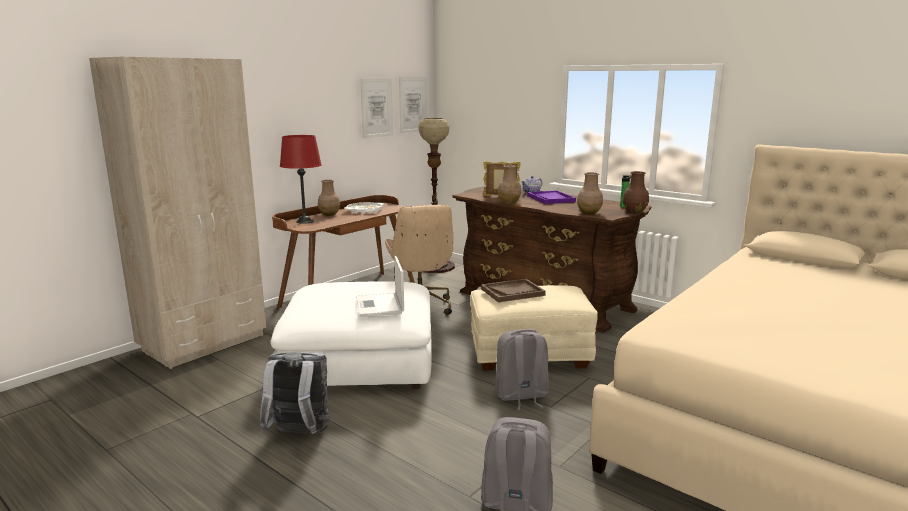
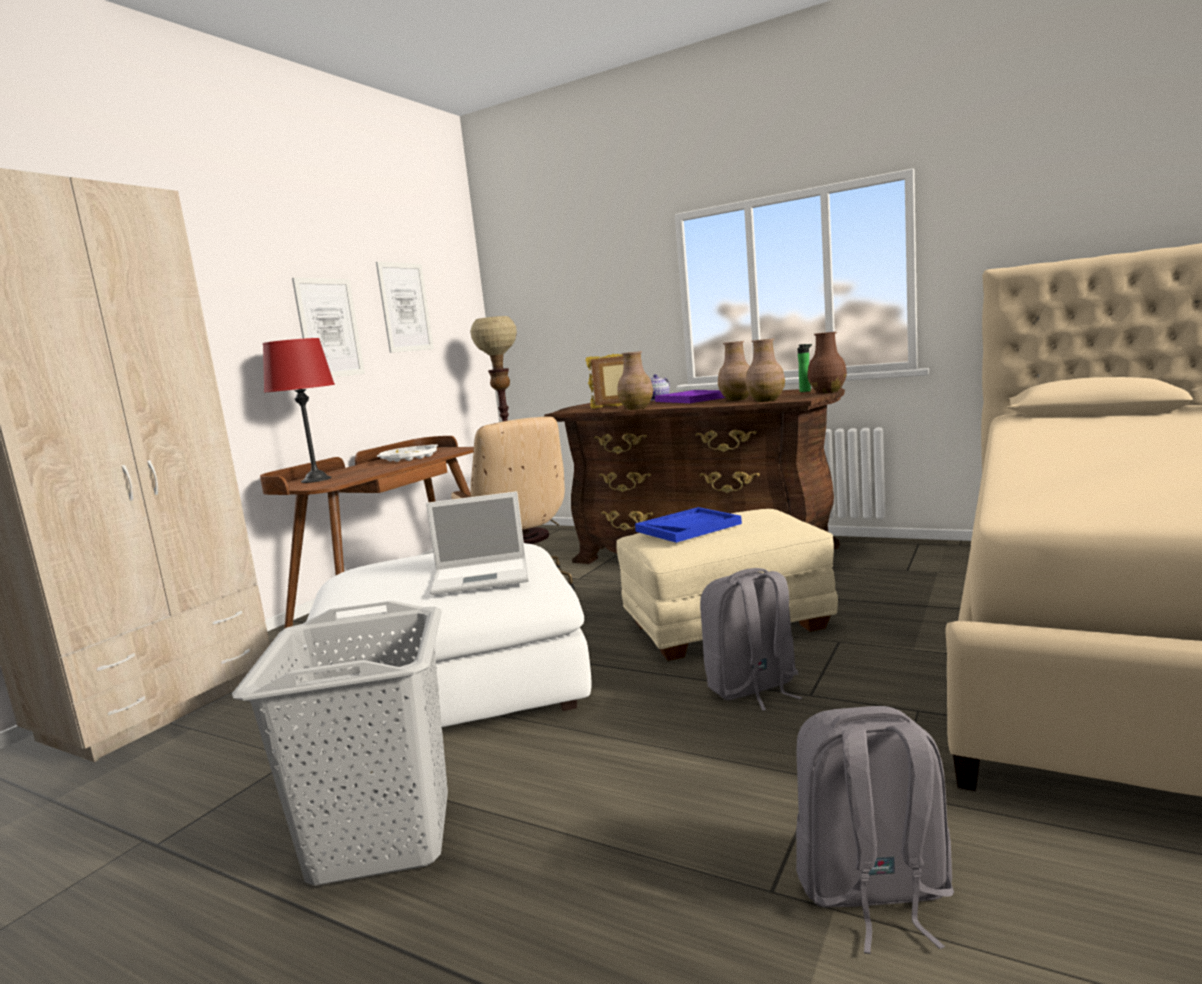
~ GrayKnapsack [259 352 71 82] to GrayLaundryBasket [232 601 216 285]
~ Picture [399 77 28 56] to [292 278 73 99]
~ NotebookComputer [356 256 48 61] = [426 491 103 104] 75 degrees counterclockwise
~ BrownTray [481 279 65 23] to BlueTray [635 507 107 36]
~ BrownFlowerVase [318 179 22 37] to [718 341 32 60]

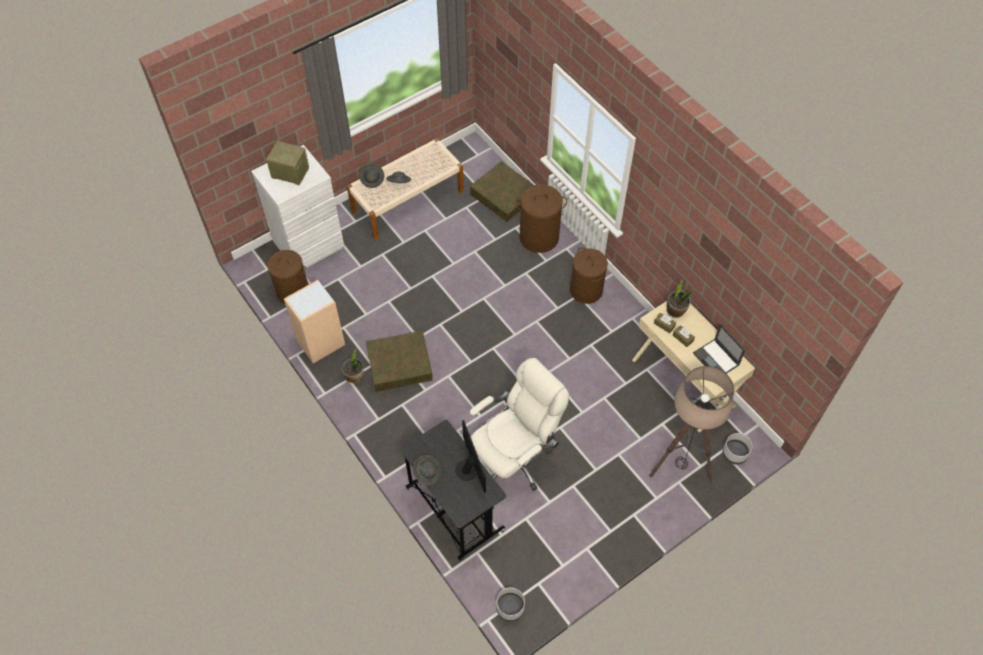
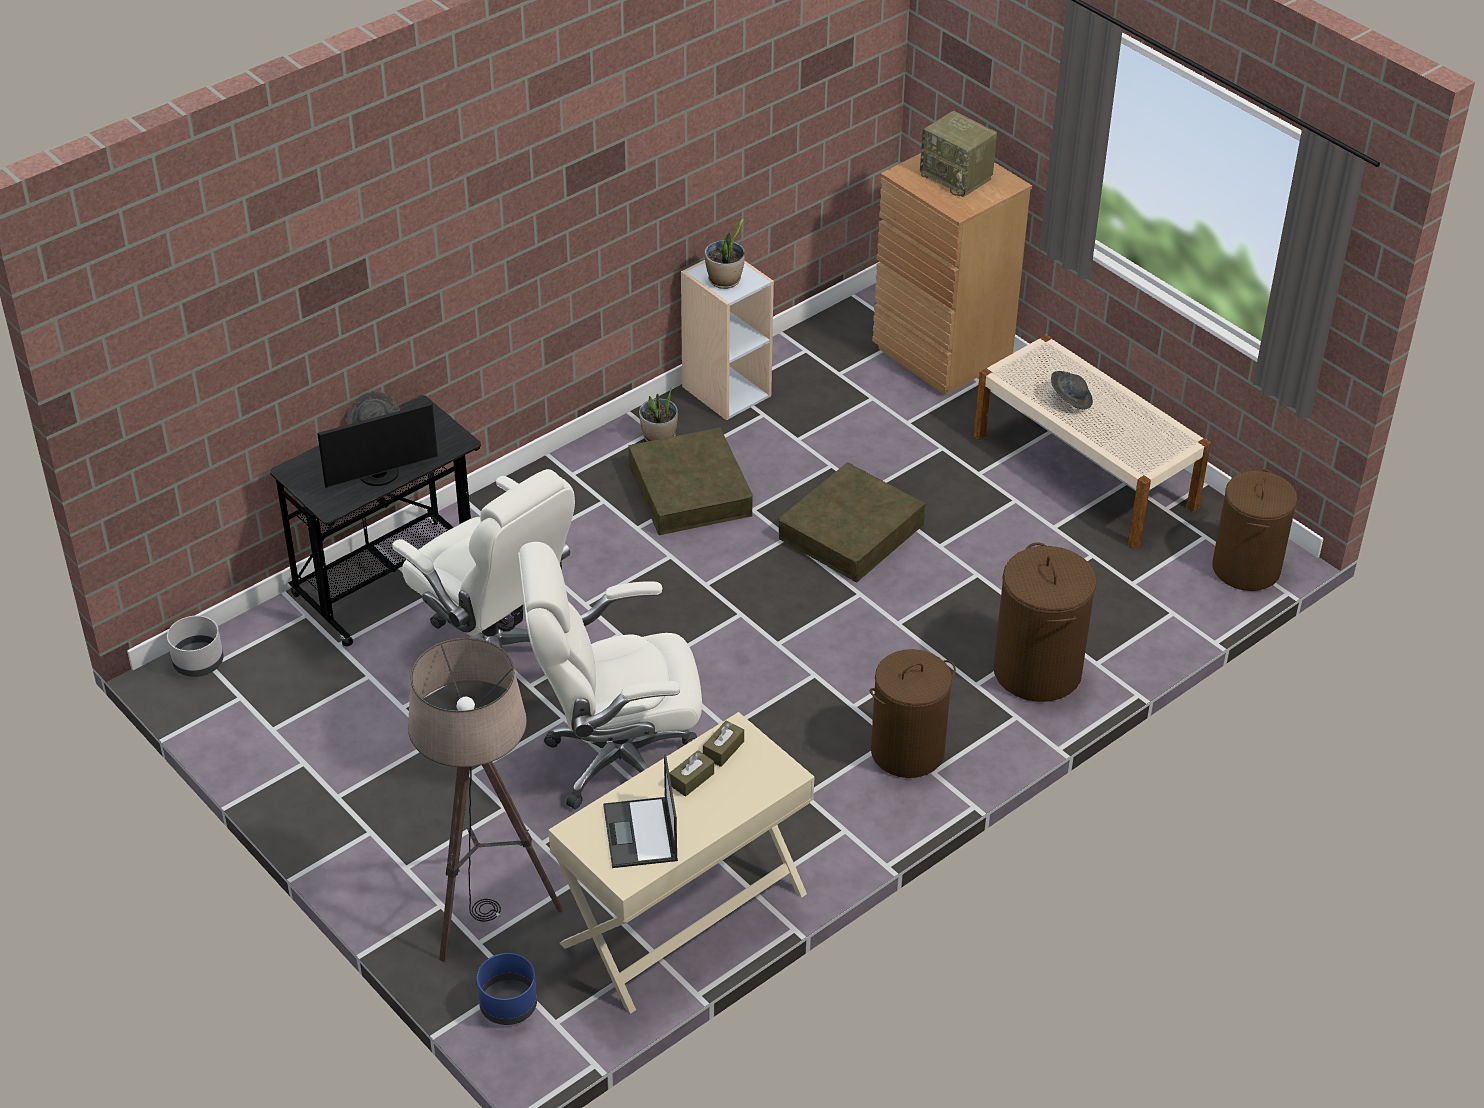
~ GrayPlanter [723 433 29 31] to BluePlanter [477 953 60 72]
+ WhiteColouredOfficeChair [518 542 184 267]
~ NotebookComputer [693 324 52 50] = [603 755 75 113] 60 degrees counterclockwise
~ PottedPlant [666 280 28 38] to [704 219 41 70]
~ BrownStorageBin [470 161 64 61] to [779 462 146 120]
~ WhiteColouredChestOfDrawers [251 145 93 124] to BrownChestOfDrawers [872 153 160 242]
~ Radio [266 141 43 44] = [920 111 77 86] 120 degrees clockwise
~ BrownLaundryBasket [265 250 43 54] to [1212 469 85 122]
- GrayClothingHat [360 163 24 25]

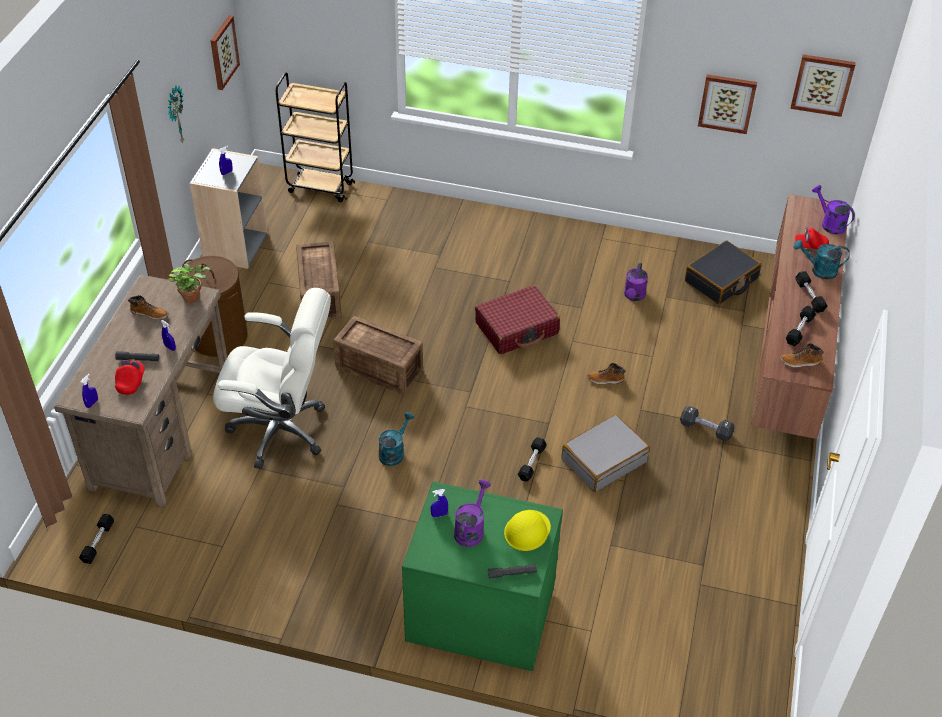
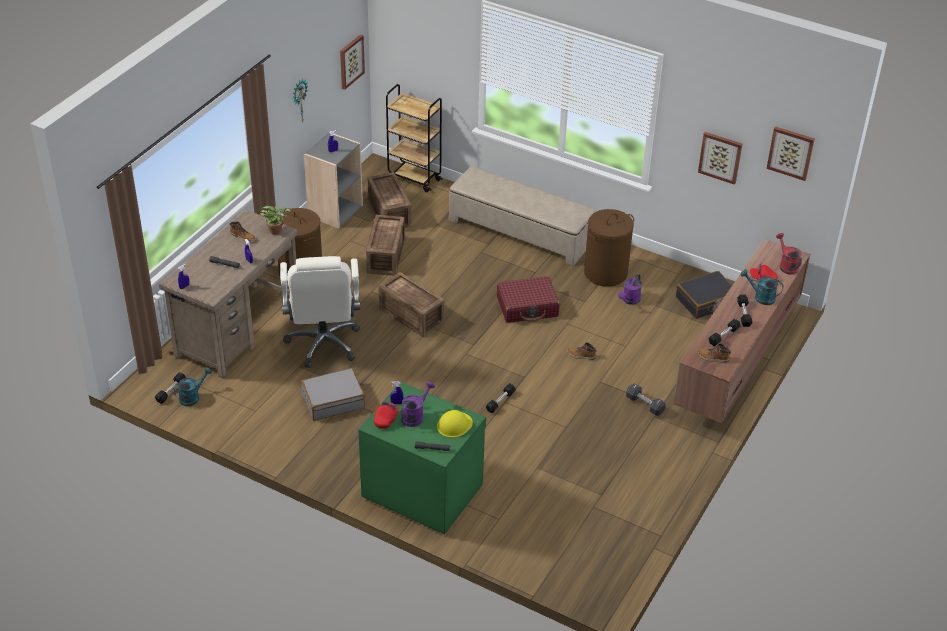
~ BlueGreenSprinklingCan [379 412 35 54] to [174 367 38 39]
~ WhiteColouredOfficeChair [213 288 118 181] = [280 256 80 112] 60 degrees clockwise
~ GraySuitcase [561 414 89 78] to [301 368 64 53]
+ Crate [367 172 44 56]
~ RedColouredBaseballCap [115 360 30 35] to [374 401 25 28]
+ BeigeColouredLongSeat [449 167 146 99]
+ BrownLaundryBasket [584 209 50 78]
~ PurpleColouredSprinklingCan [812 185 43 50] to RedColouredSprinklingCan [776 233 26 42]

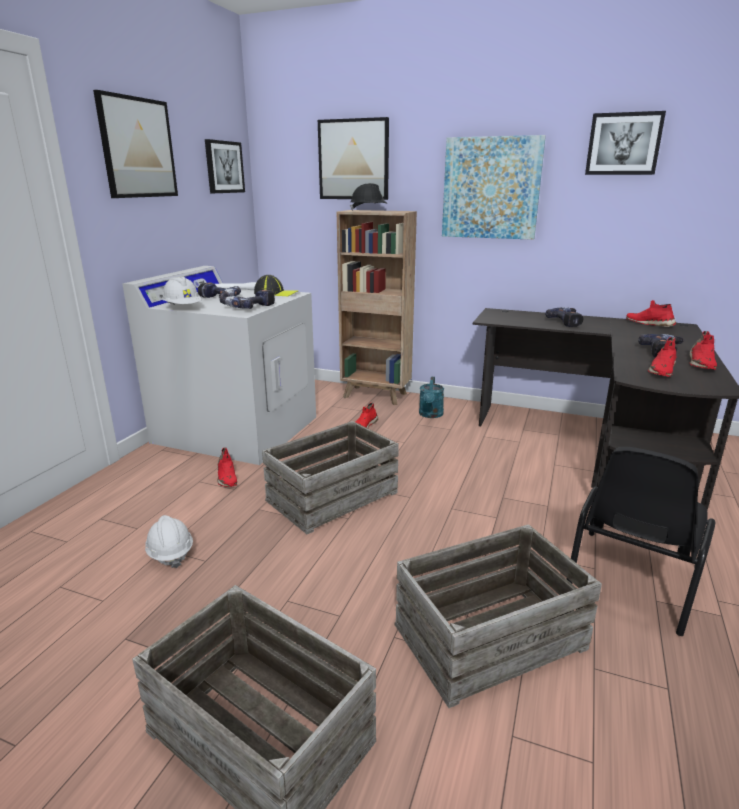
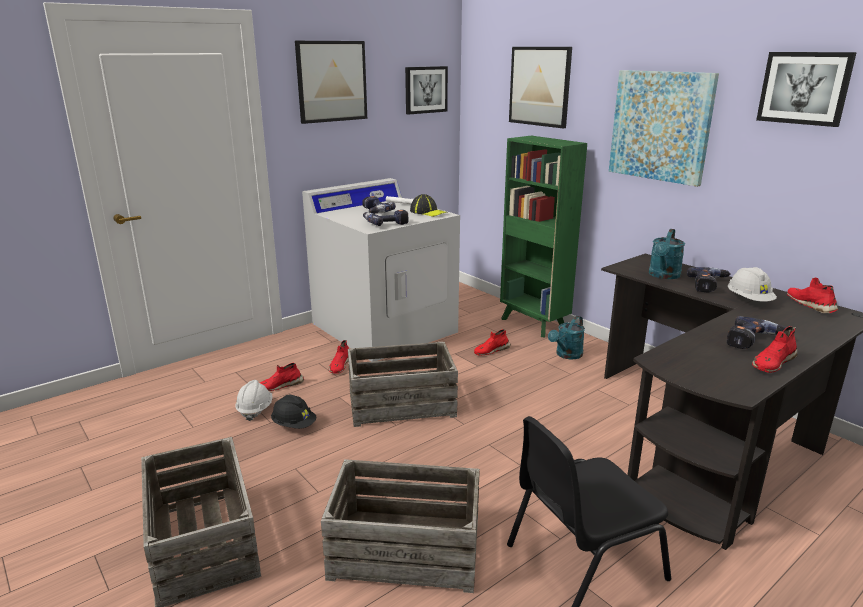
~ RedColouredLowShoe [648 337 28 40] to [260 362 44 29]
~ BlackSafetyHelmet [350 183 37 28] to [271 395 46 34]
~ BrownShelvingUnit [337 210 80 195] to GreenShelvingUnit [500 136 87 201]
+ BlueGreenSprinklingCan [649 229 36 50]
~ WhiteColouredSafetyHelmet [162 276 40 29] to [728 267 49 35]

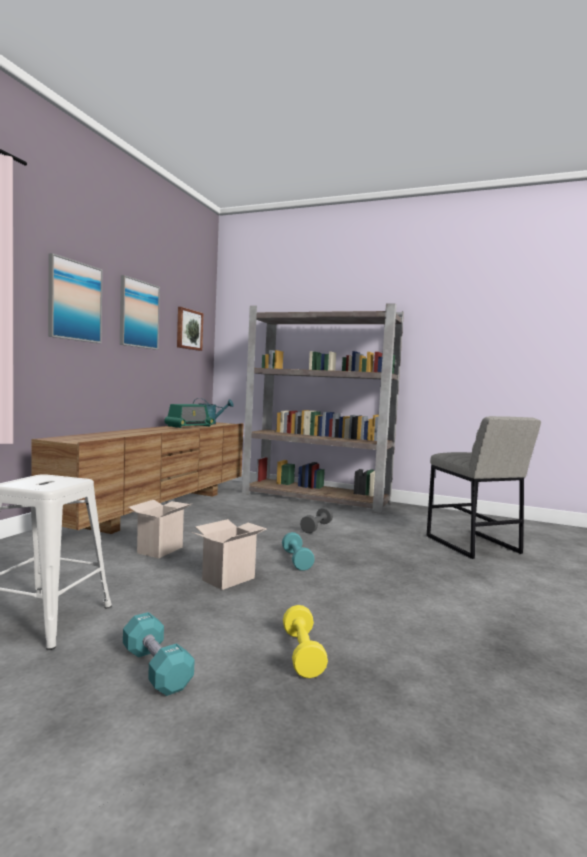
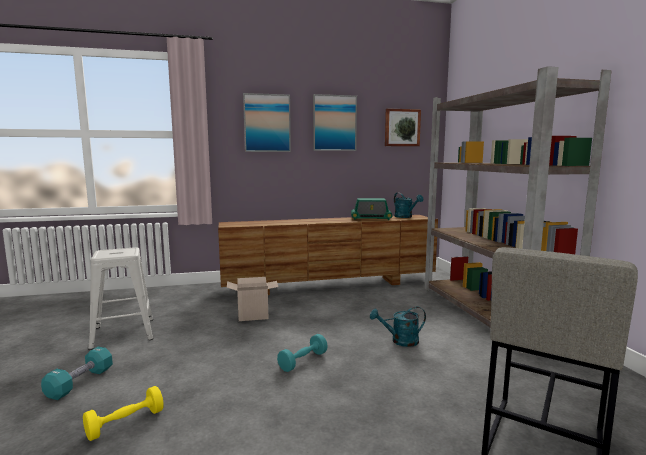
~ GrayHandWeight [300 507 33 26] to BlueGreenSprinklingCan [370 307 56 40]
- CardboardBox [192 519 75 71]

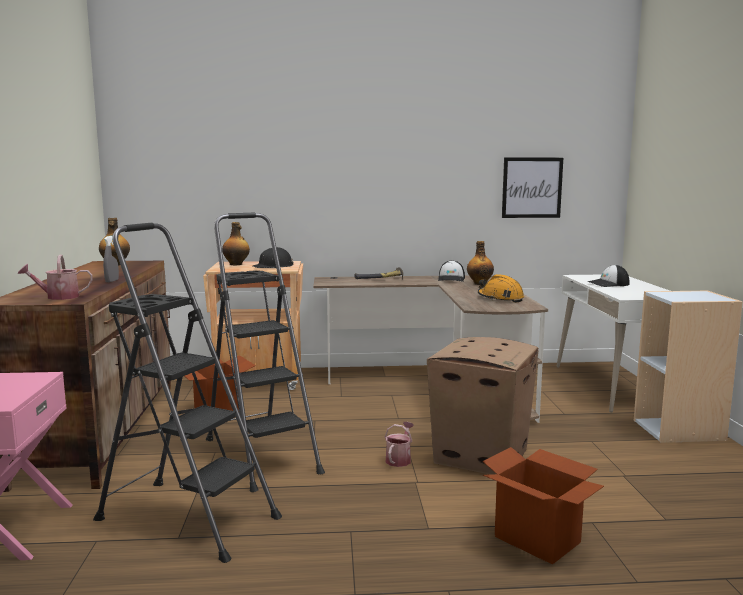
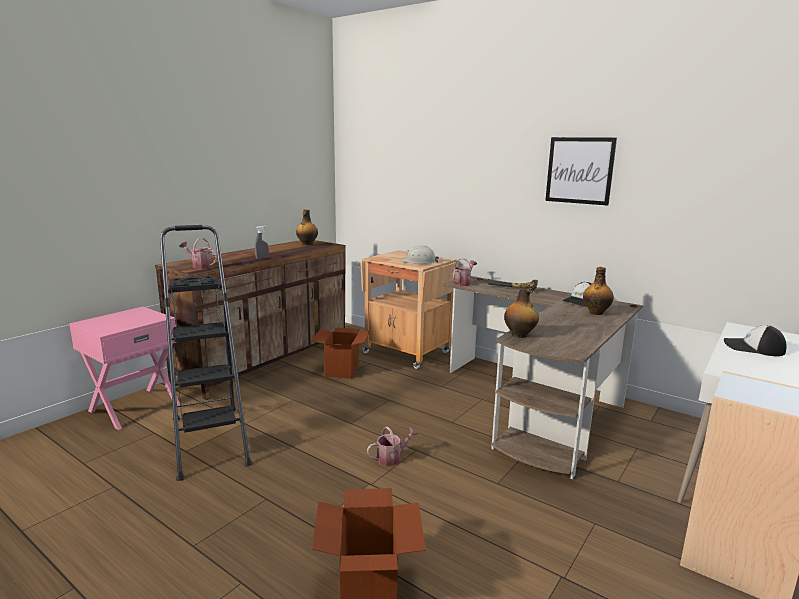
~ BlackSafetyHelmet [252 247 42 21] to WhiteColouredSafetyHelmet [401 245 38 19]
+ SprinklingCan [453 258 24 28]
~ BeverageBottle [222 222 28 43] to [504 283 35 55]
~ Picture [502 157 61 61] to [545 137 72 69]
- Stepladder [206 213 119 279]
- CardboardBox [427 337 112 138]
- OrangeColouredSafetyHelmet [478 274 46 29]

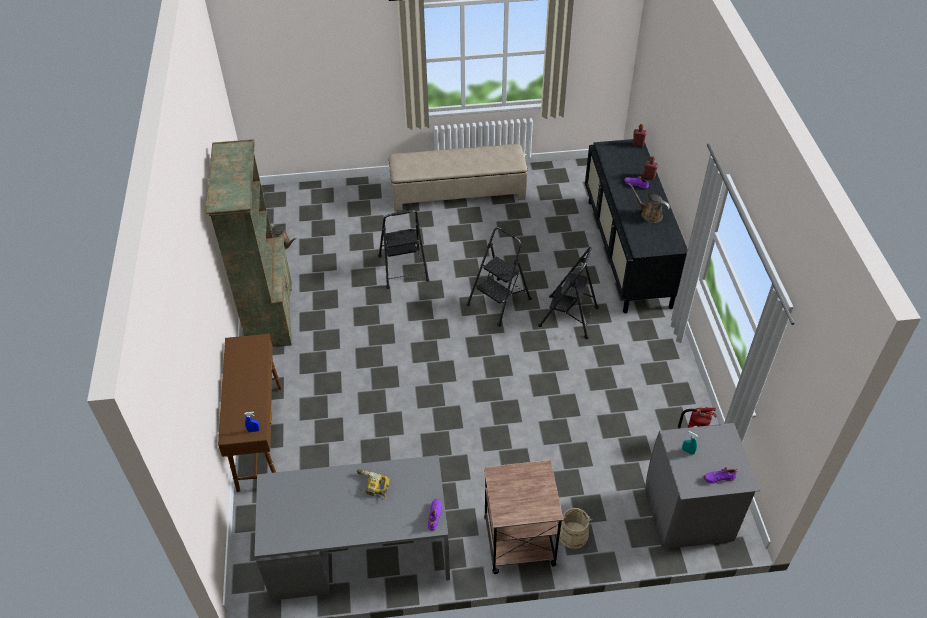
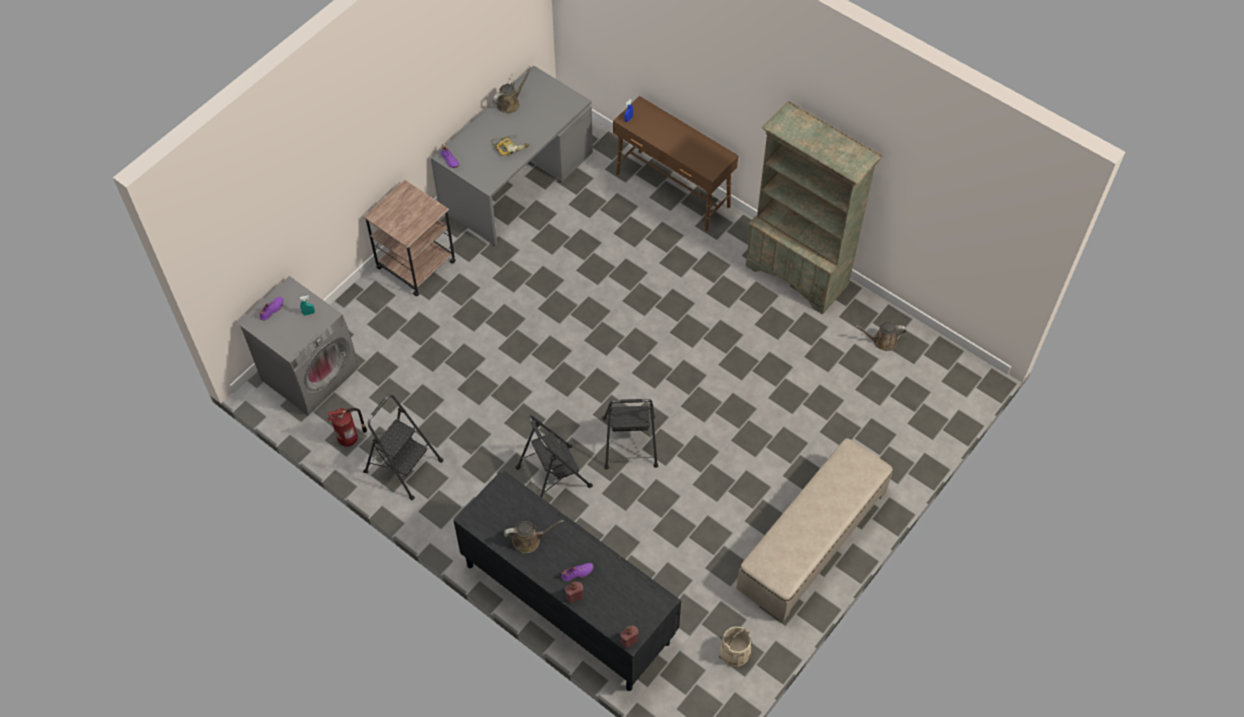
~ BlackStepladder [378 210 52 79] to [363 395 81 105]
+ BrownSprinklingCan [493 69 39 44]
~ BeigeColouredBucket [559 508 33 41] to [719 626 32 41]

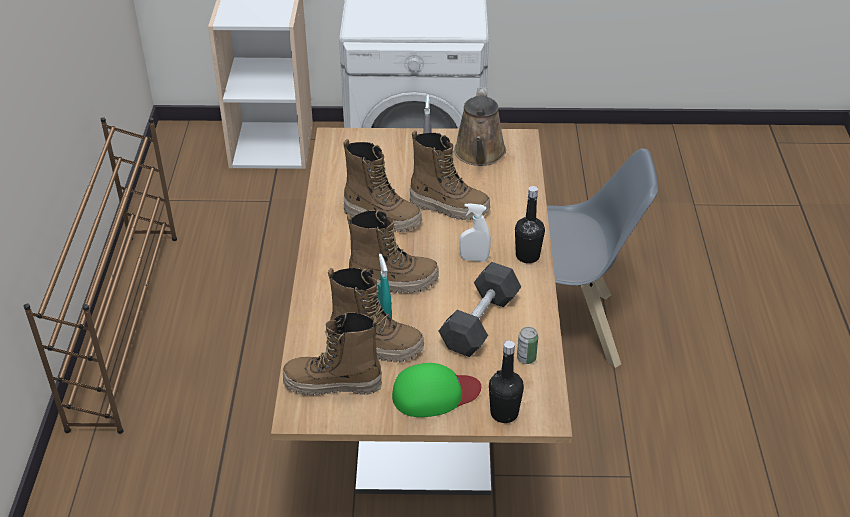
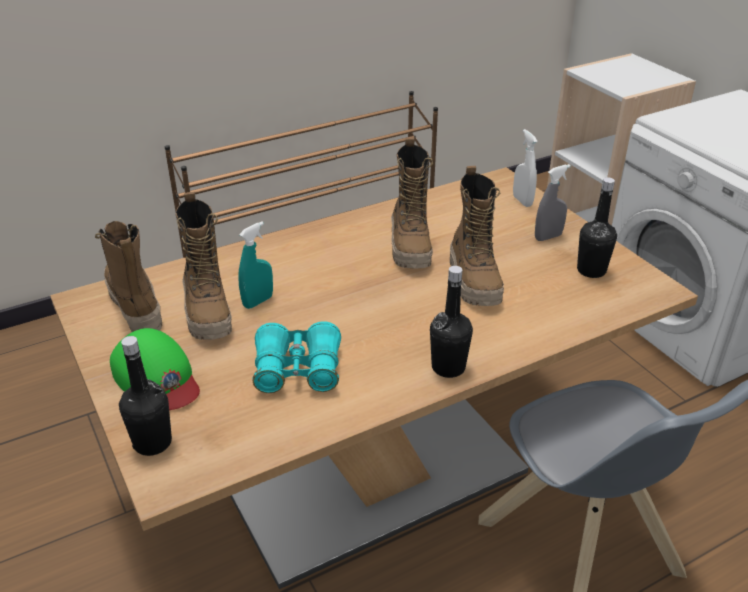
~ BlackHandWeight [438 262 83 95] to BlueGreenFieldGlasses [252 321 89 72]
~ WhiteColouredHandSprayer [459 203 32 59] to [513 129 25 78]
~ BrownSprinklingCan [454 88 52 78] to BlackBeverageBottle [577 177 40 101]
- TallBoot [347 210 92 83]
- Can [517 327 21 37]

